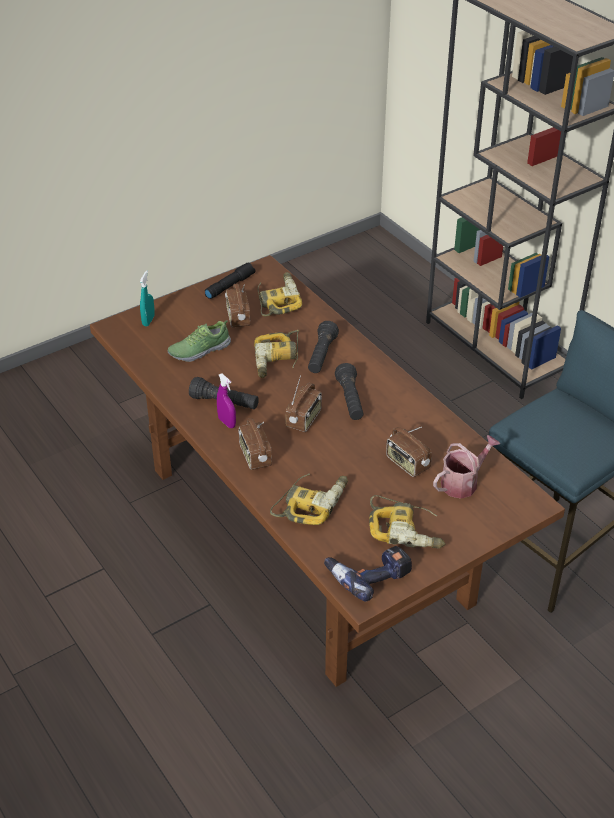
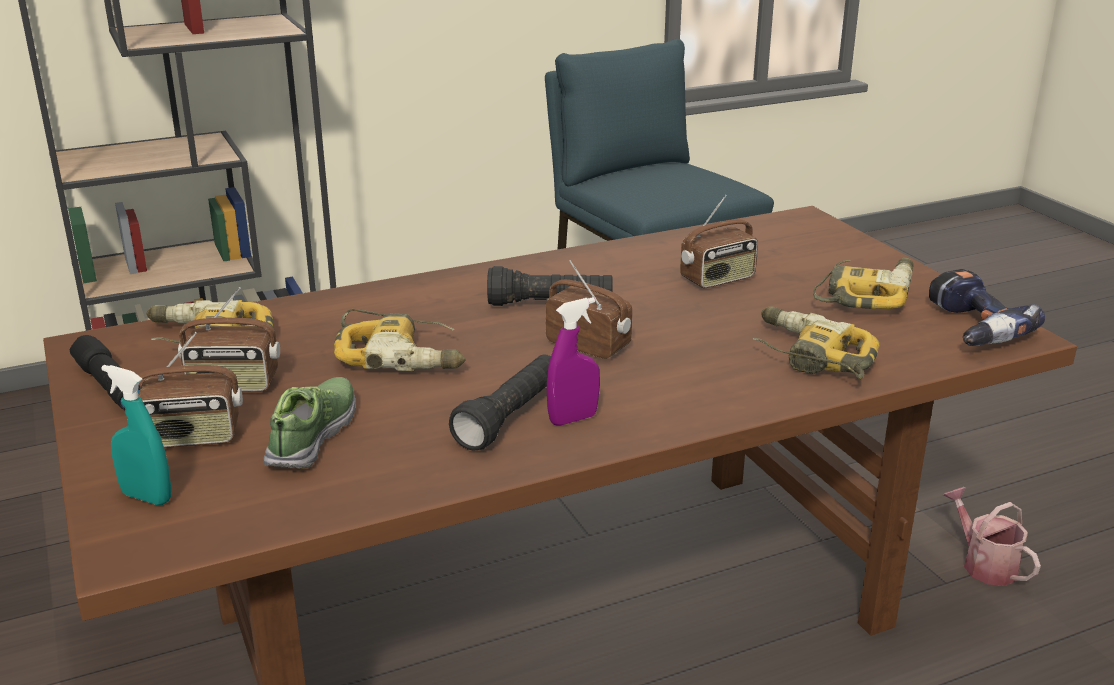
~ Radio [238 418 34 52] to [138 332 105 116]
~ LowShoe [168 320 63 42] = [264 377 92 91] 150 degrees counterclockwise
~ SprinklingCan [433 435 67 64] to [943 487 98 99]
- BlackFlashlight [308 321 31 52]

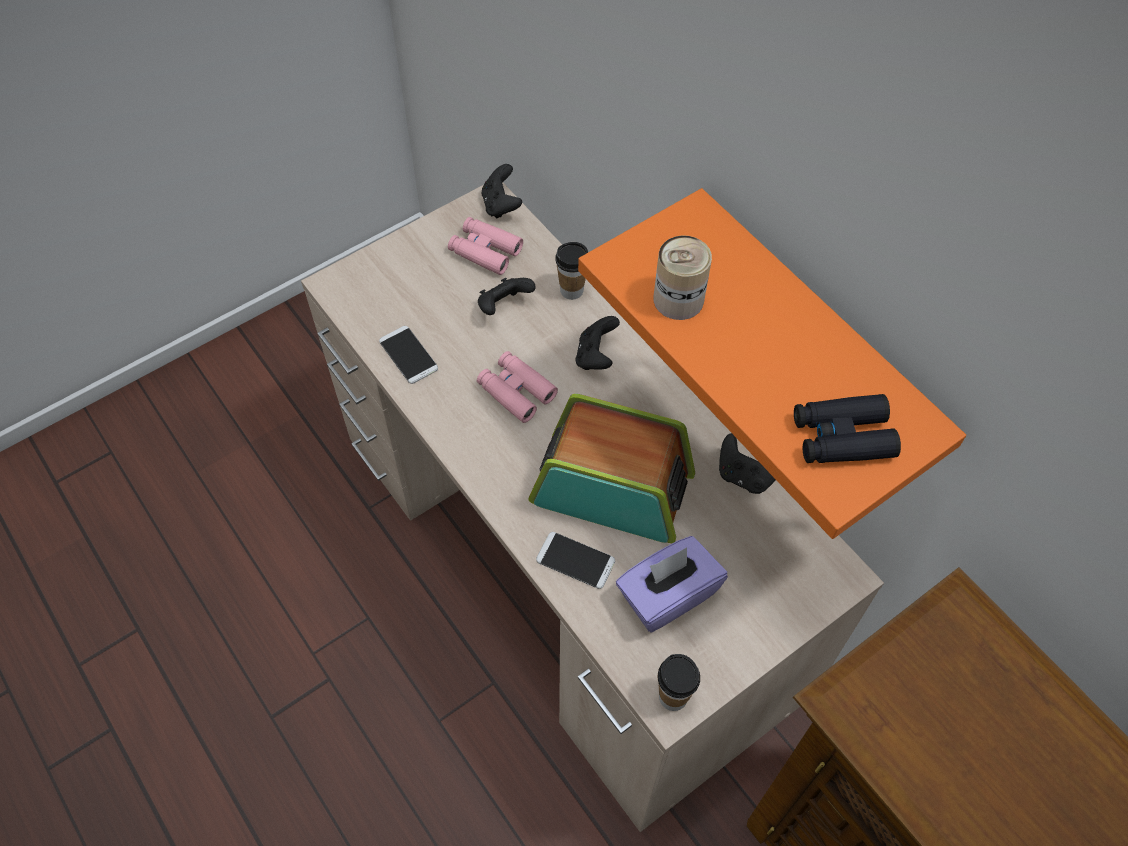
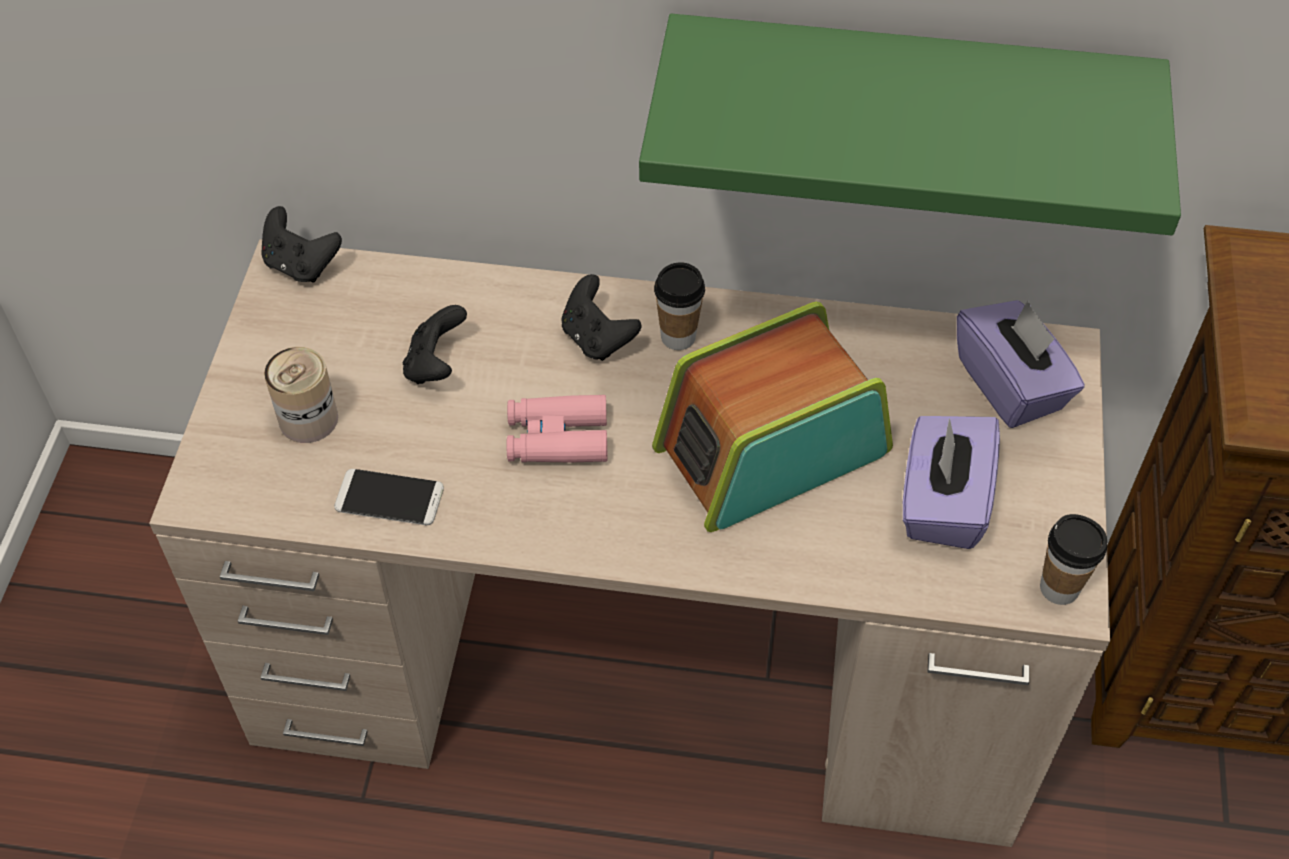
~ Can [654 235 58 85] to [264 347 74 96]
~ OrangeColouredBracketShelf [578 188 388 351] to GreenBracketShelf [639 14 542 221]
~ Cup [555 242 33 58] to [654 262 51 88]
+ PurpleColouredBoxOfTissues [957 300 128 128]
- PinkColouredFieldGlasses [448 217 75 58]
- Phone [536 532 79 57]
- BlackGamepad [719 433 57 61]
- BlackFieldGlasses [794 394 107 69]

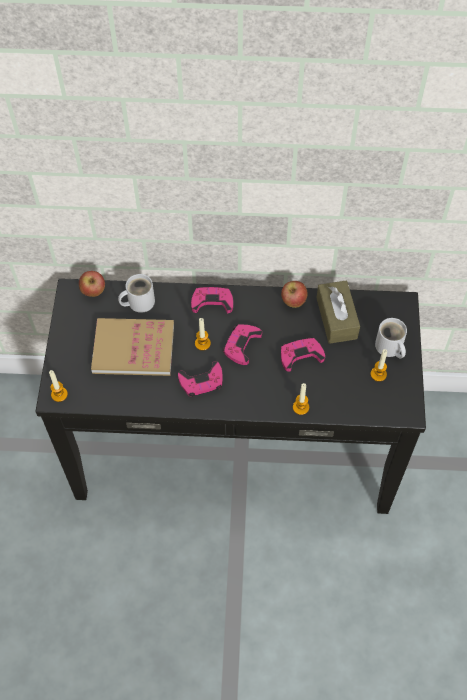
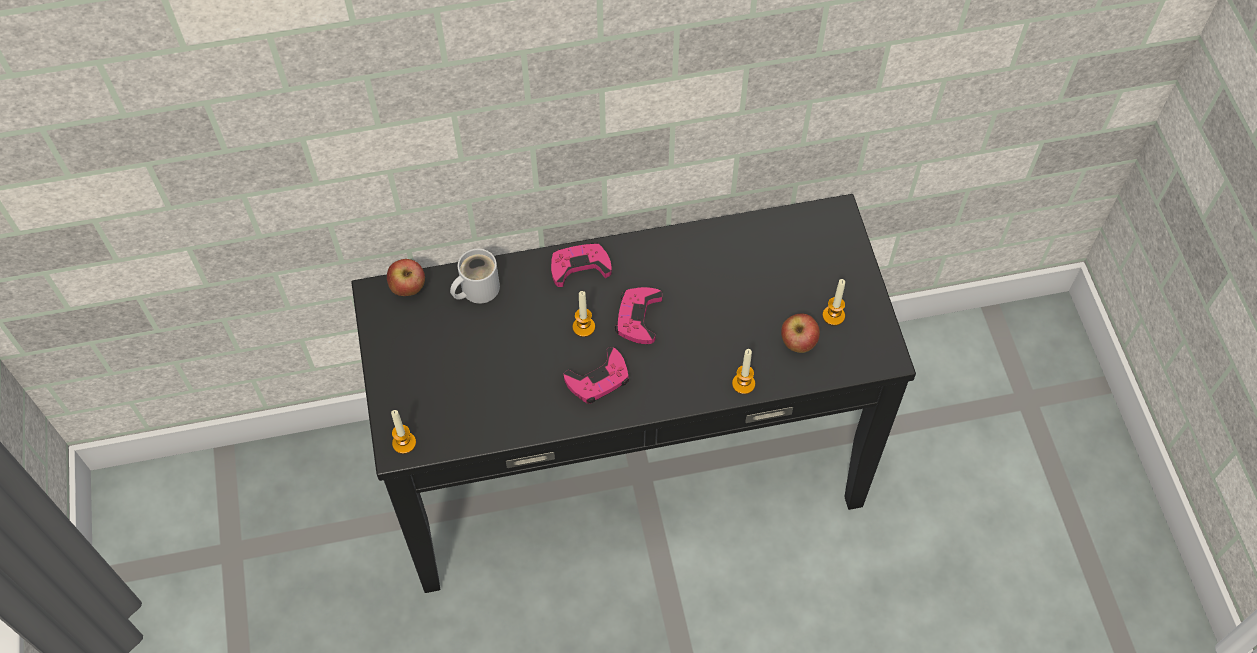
~ Apple [281 281 27 27] to [781 314 39 39]
- Book [91 318 83 58]
- PinkColouredGamepad [281 337 44 35]
- BrownBoxOfTissues [317 281 43 63]
- WhiteColouredTeaMug [375 318 32 40]

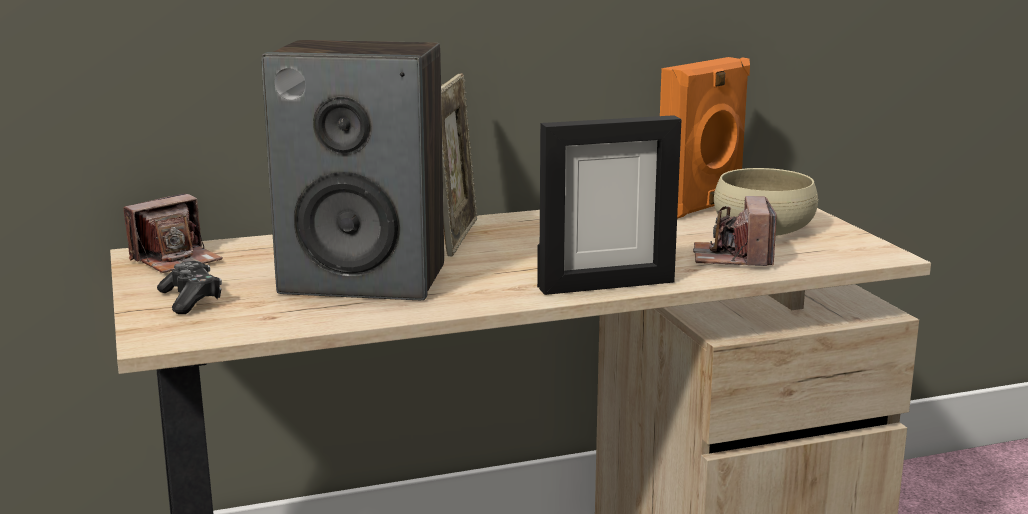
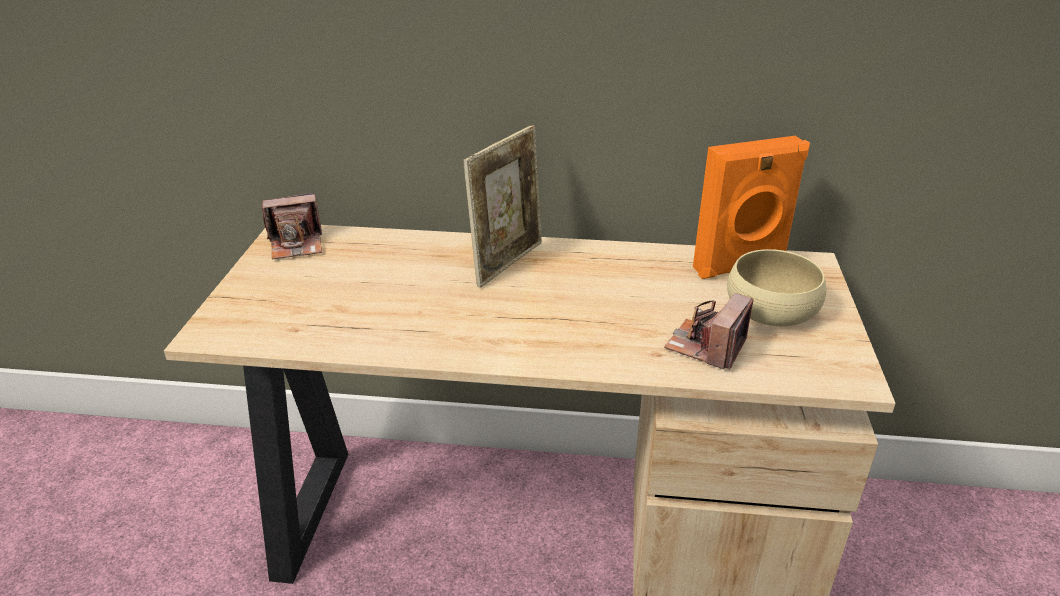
- Gamepad [157 261 65 53]
- Speaker [261 40 183 260]
- StandingFrame [537 115 145 180]

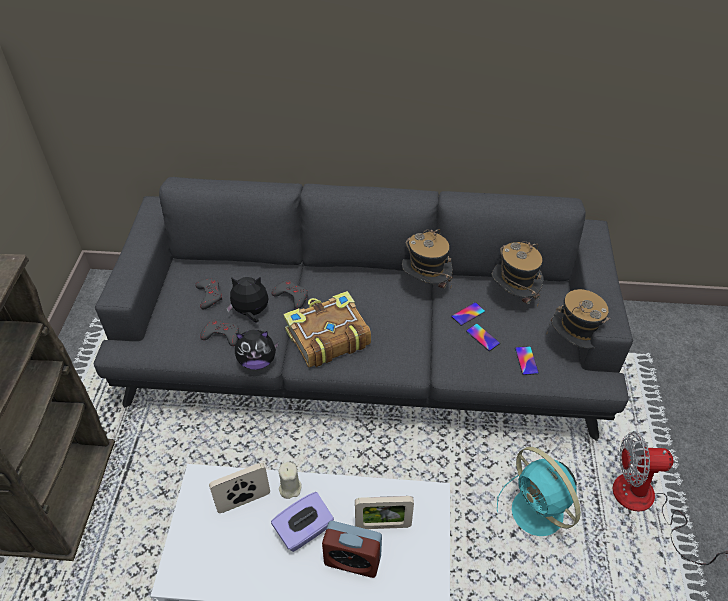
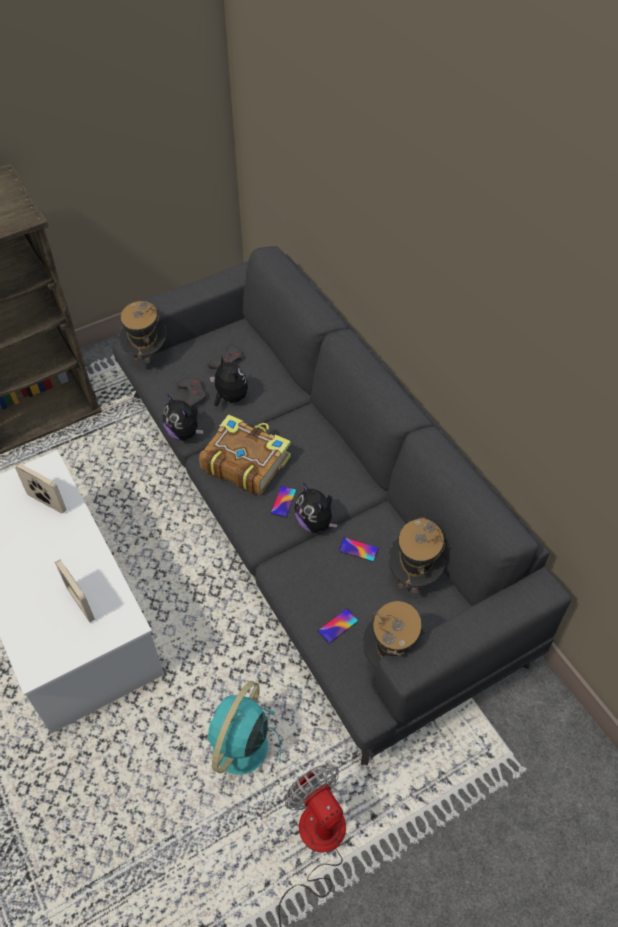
~ ClothingHat [402 229 51 59] to [119 301 48 72]
~ Phone [466 324 34 27] to [270 486 26 31]
+ CuddlyToy [295 483 43 49]
- GrayGamepad [271 280 37 29]
- PurpleColouredBoxOfTissues [271 492 63 60]
- BeigeColouredCandle [279 462 23 37]
- BedsideClock [322 521 60 57]

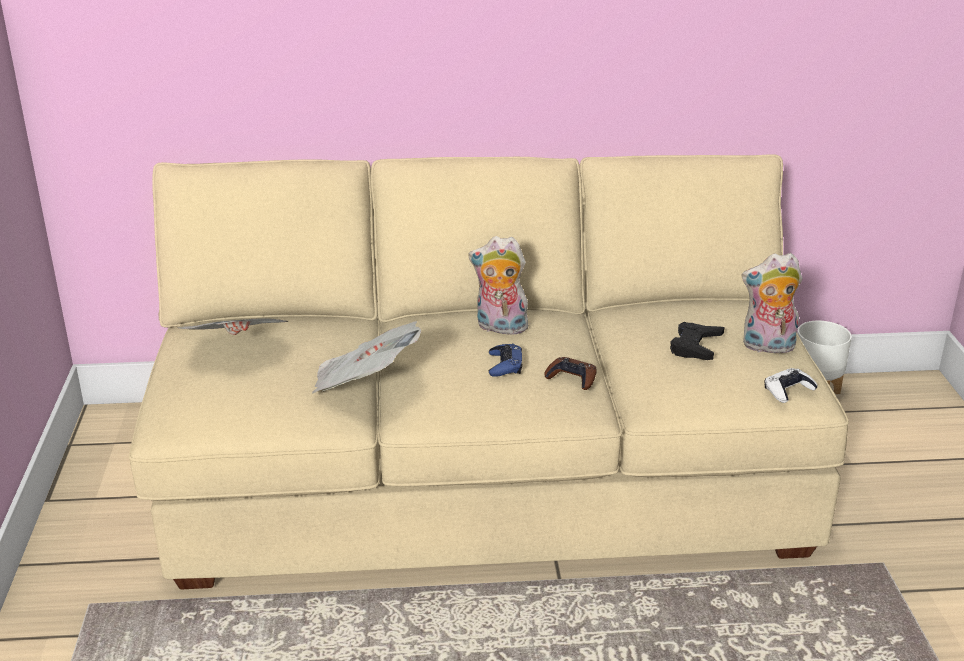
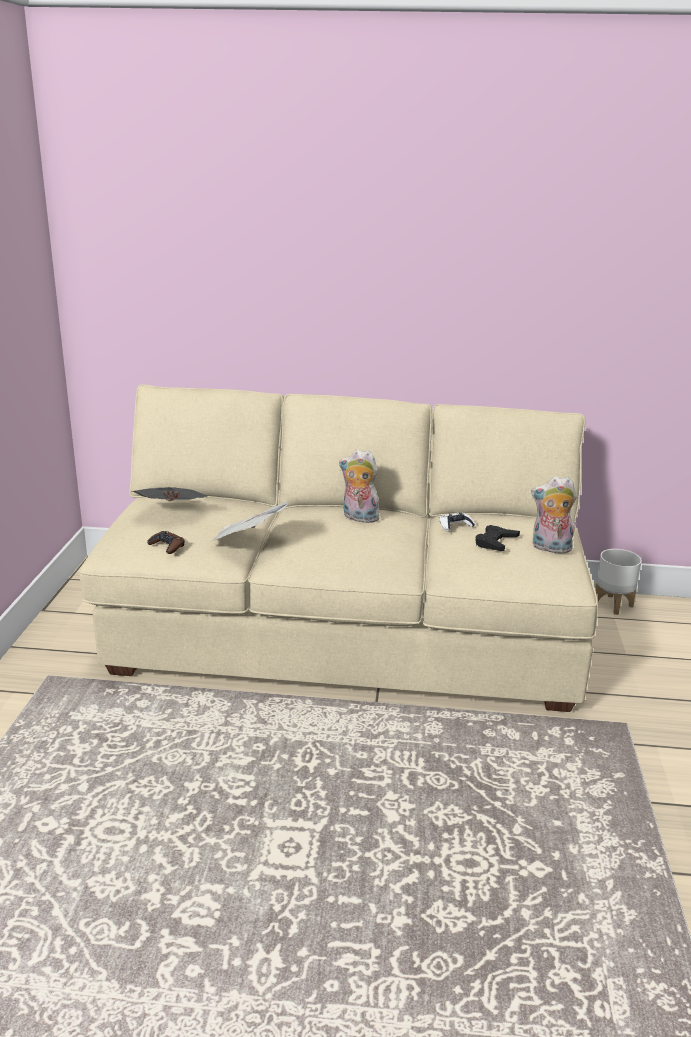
~ BrownGamepad [544 357 53 33] to [147 531 38 23]
~ WhiteColouredGamepad [764 368 53 35] to [439 512 36 19]
- BlueGamepad [489 344 33 33]

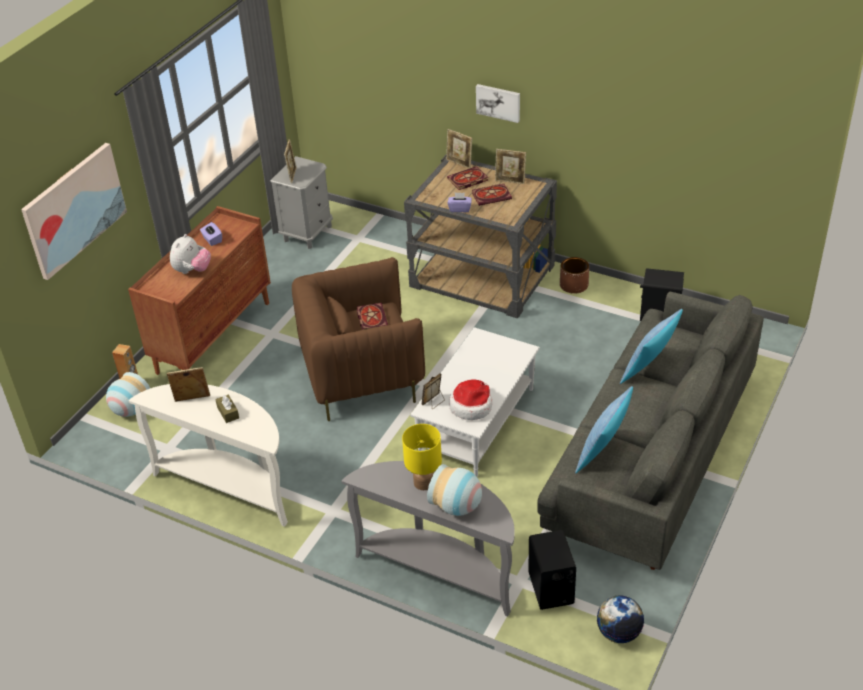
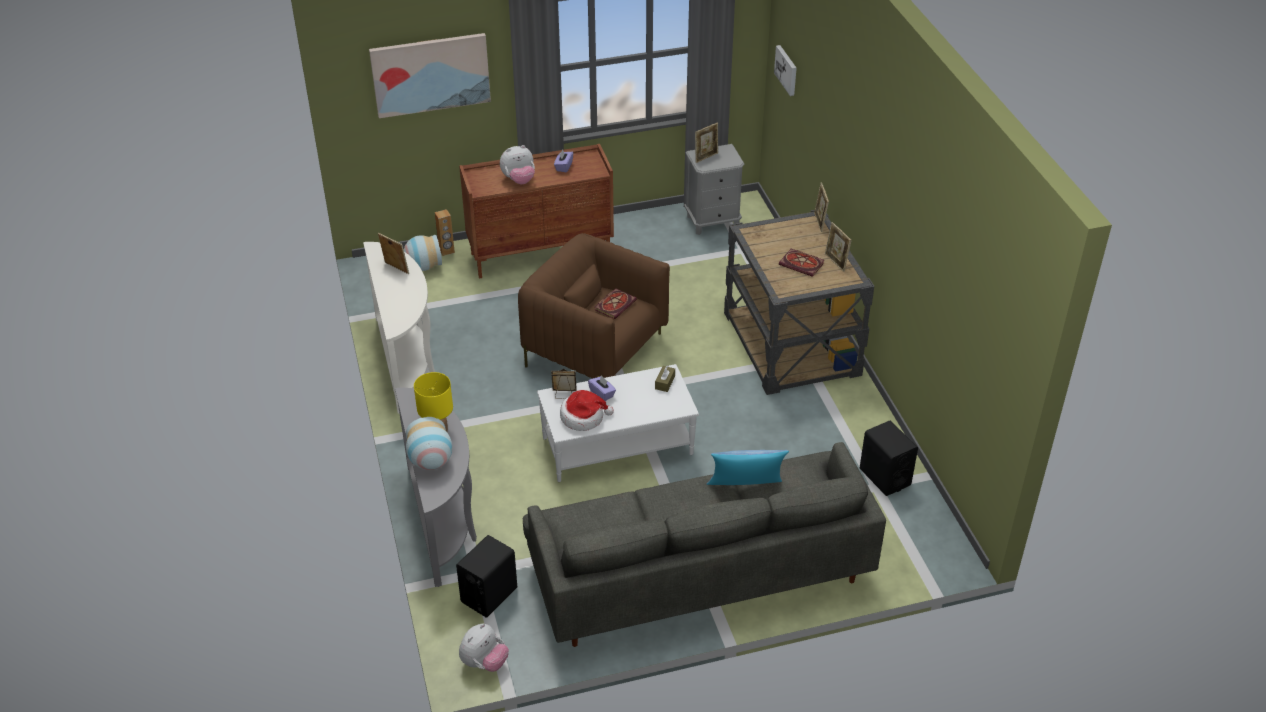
~ DeskGlobe [597 595 47 48] to CuddlyToy [459 623 50 49]
~ PurpleColouredBoxOfTissues [447 193 25 19] to [588 375 28 26]
~ BrownBoxOfTissues [215 395 24 28] to [655 365 20 27]
~ Picture [476 84 44 39] to [774 45 23 51]
- Book [447 166 41 24]
- BrownPlanter [560 257 29 37]
- Pillow [575 386 58 87]

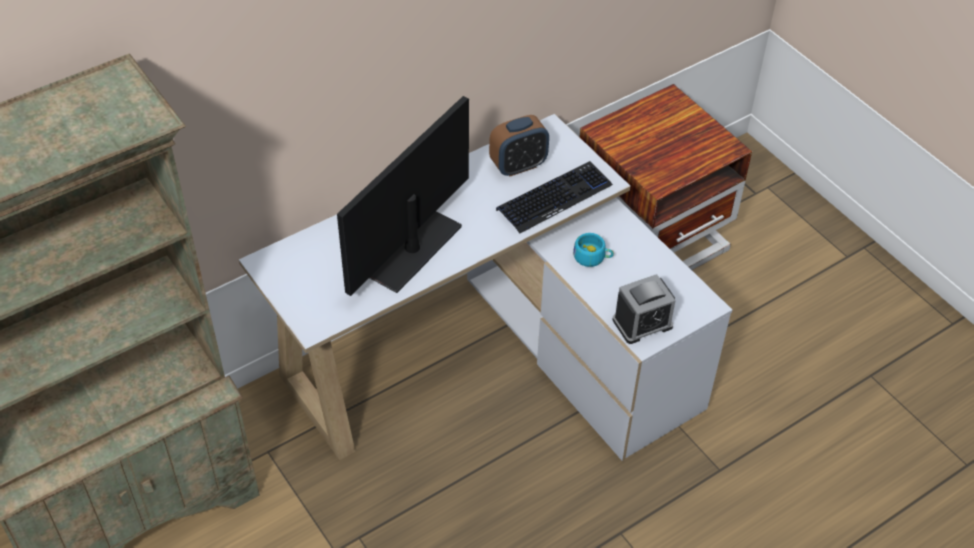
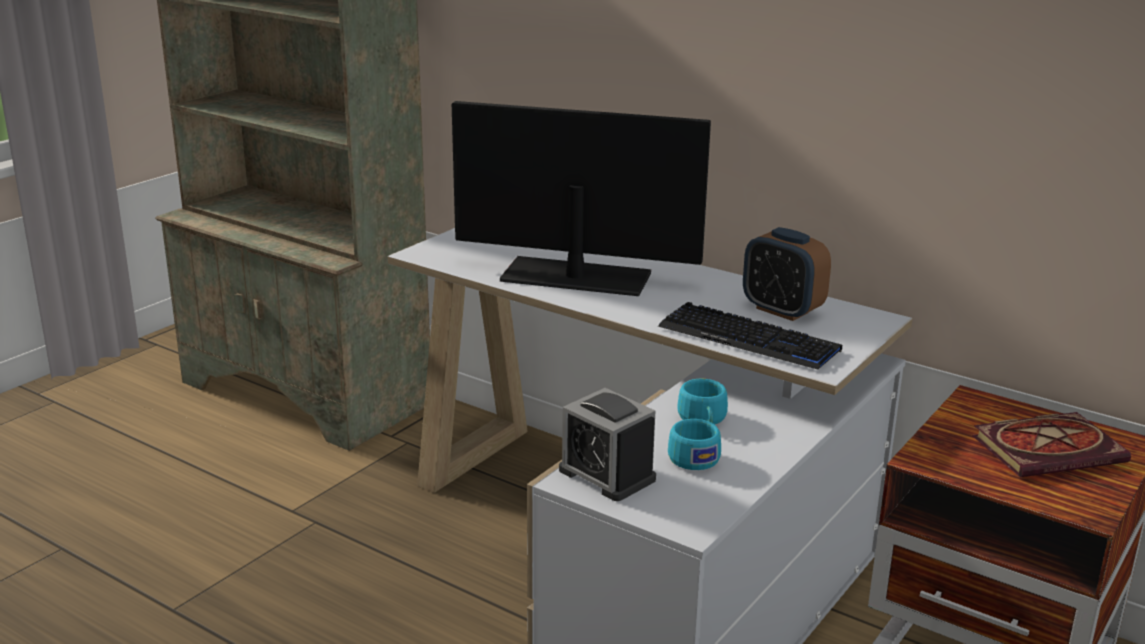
+ BlueGreenCup [668 419 53 51]
+ Book [972 412 159 65]

